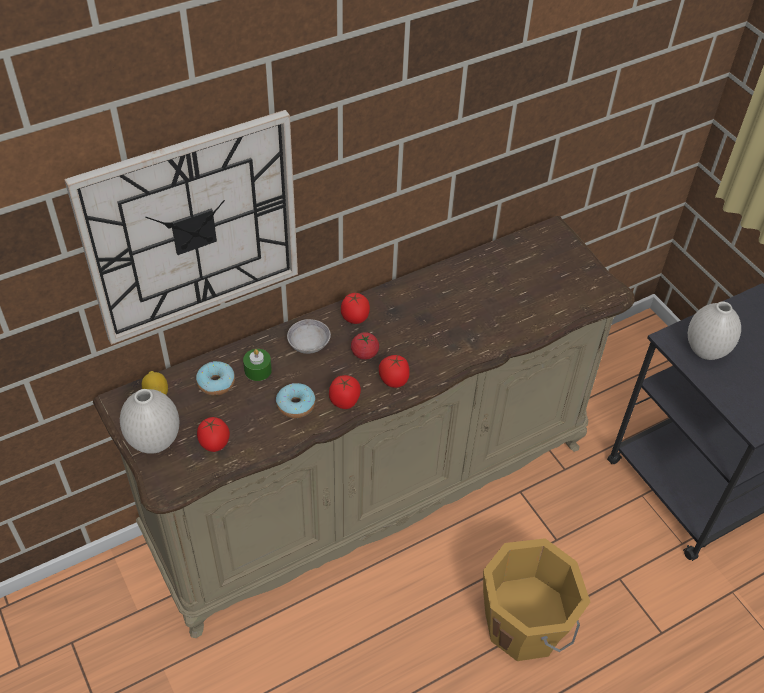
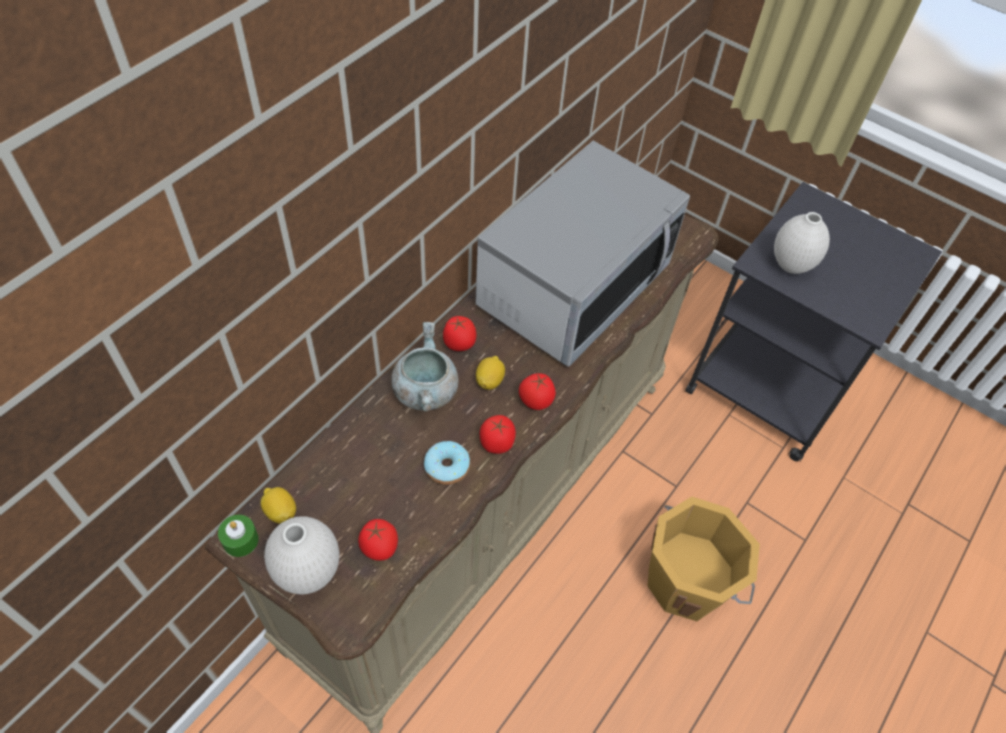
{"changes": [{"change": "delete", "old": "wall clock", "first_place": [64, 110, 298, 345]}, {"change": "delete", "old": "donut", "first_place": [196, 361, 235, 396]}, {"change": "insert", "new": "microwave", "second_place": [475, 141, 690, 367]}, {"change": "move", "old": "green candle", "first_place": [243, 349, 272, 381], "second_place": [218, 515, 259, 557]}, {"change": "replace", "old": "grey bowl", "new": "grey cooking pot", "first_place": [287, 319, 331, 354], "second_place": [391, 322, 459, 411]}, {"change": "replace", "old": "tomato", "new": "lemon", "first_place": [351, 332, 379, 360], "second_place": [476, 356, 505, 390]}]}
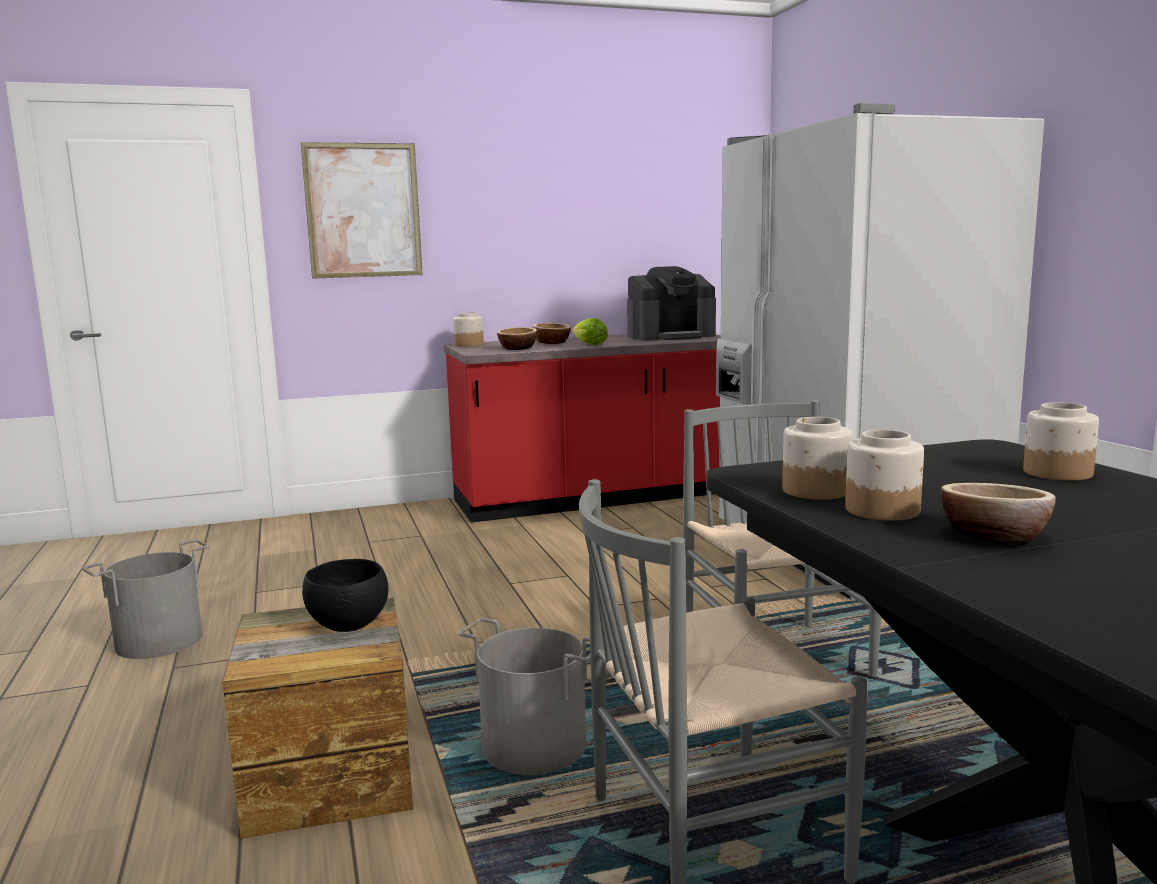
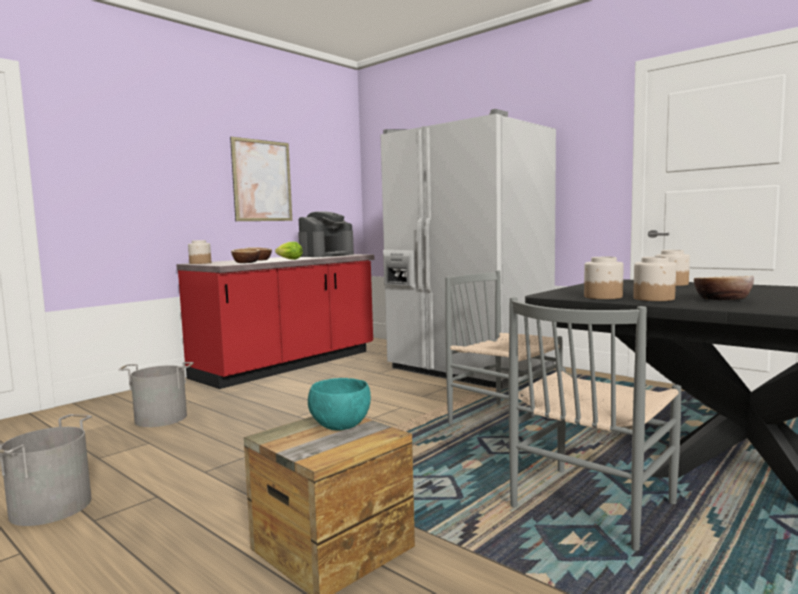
{"changes": [{"change": "move", "old": "picture", "first_place": [301, 142, 423, 279], "second_place": [230, 137, 292, 221]}, {"change": "move", "old": "grey bucket", "first_place": [458, 618, 590, 775], "second_place": [118, 362, 194, 427]}, {"change": "recolor", "old": "black bowl", "new": "turquoise bowl", "first_place": [302, 559, 388, 632], "second_place": [308, 378, 371, 431]}]}
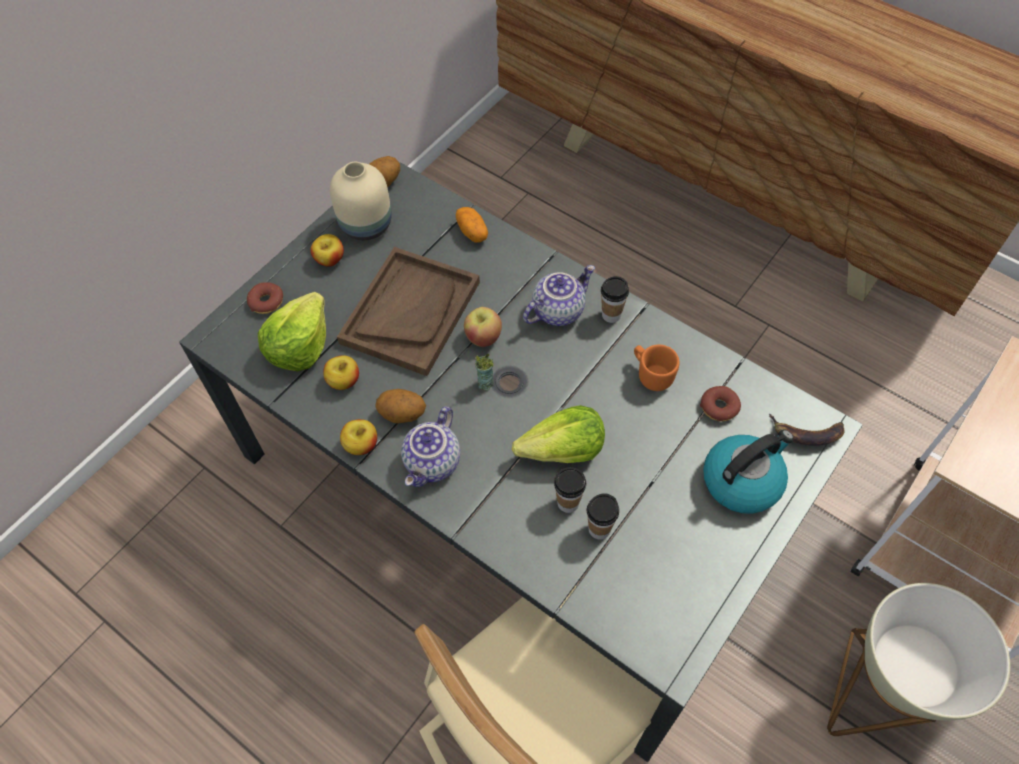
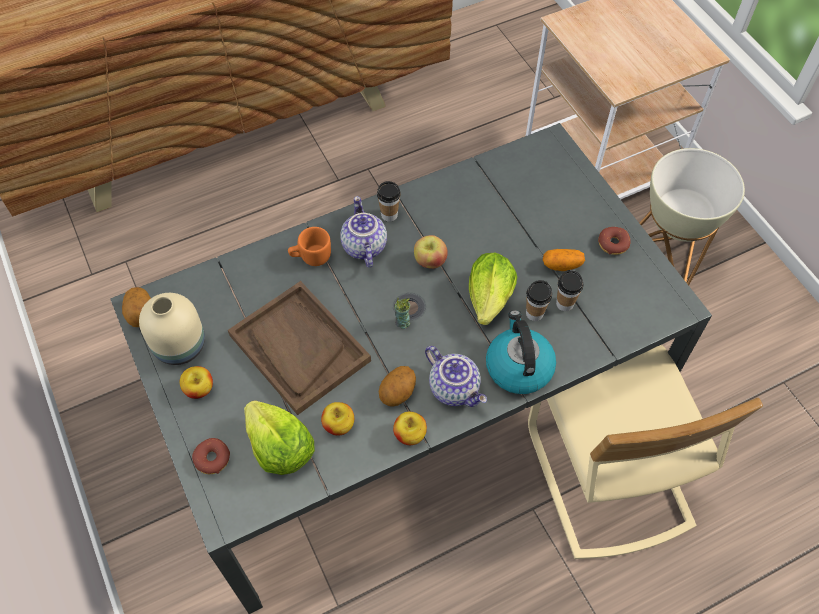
{"changes": [{"change": "delete", "old": "banana", "first_place": [769, 413, 845, 446]}, {"change": "move", "old": "potato", "first_place": [456, 207, 488, 242], "second_place": [543, 249, 585, 271]}, {"change": "move", "old": "apple", "first_place": [464, 307, 502, 347], "second_place": [414, 235, 448, 269]}, {"change": "move", "old": "orange mug", "first_place": [634, 345, 680, 391], "second_place": [288, 227, 331, 266]}, {"change": "move", "old": "donut", "first_place": [700, 386, 741, 421], "second_place": [598, 227, 631, 255]}, {"change": "move", "old": "kettle", "first_place": [703, 429, 794, 514], "second_place": [486, 310, 556, 394]}]}
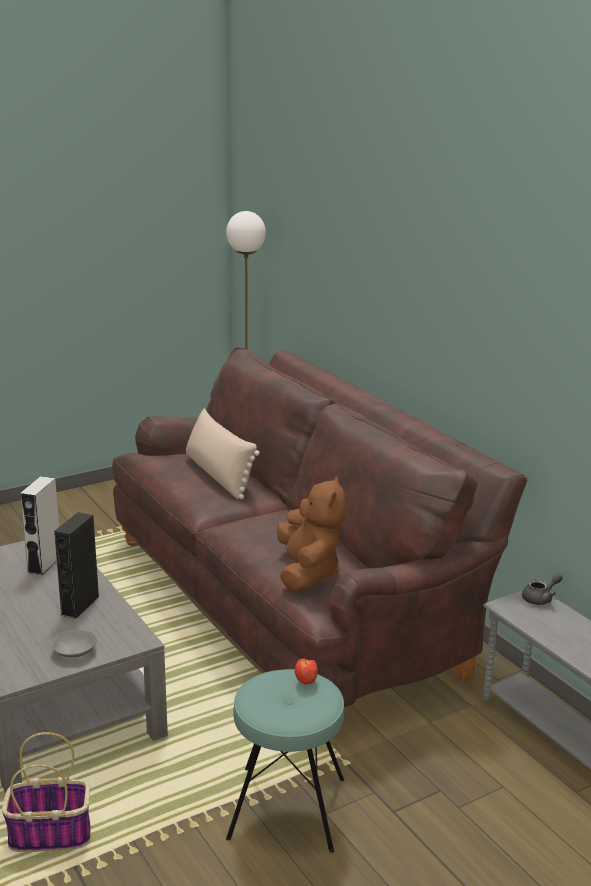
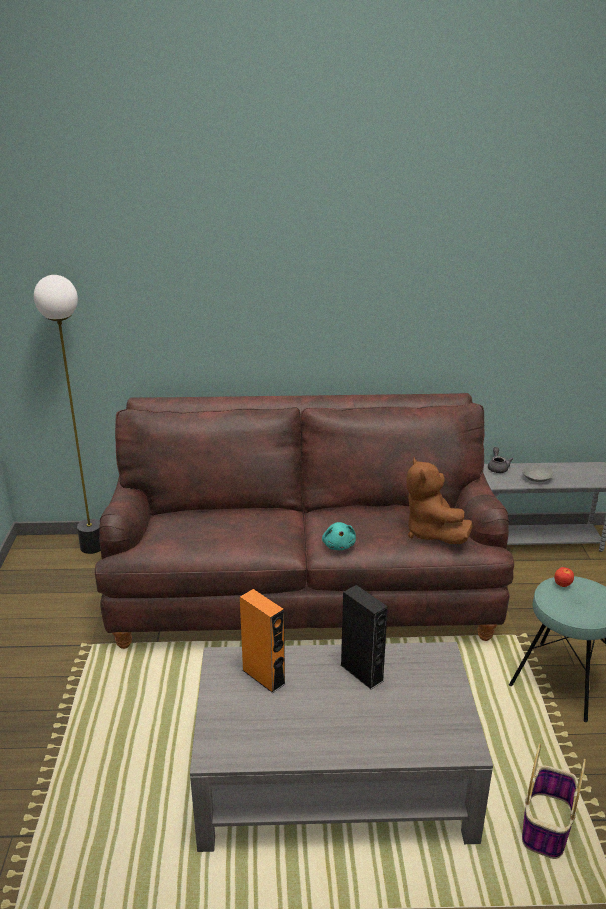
{"changes": [{"change": "delete", "old": "beige pillow", "first_place": [186, 408, 260, 499]}, {"change": "insert", "new": "turquoise plush toy", "second_place": [322, 522, 356, 550]}, {"change": "move", "old": "grey bowl", "first_place": [51, 630, 97, 658], "second_place": [523, 465, 554, 482]}, {"change": "recolor", "old": "grey speaker", "new": "orange speaker", "first_place": [20, 476, 59, 575], "second_place": [240, 589, 285, 693]}, {"change": "rotate", "old": "brown plush toy", "first_place": [277, 476, 346, 592], "second_place": [406, 457, 473, 544], "degrees": -135}]}
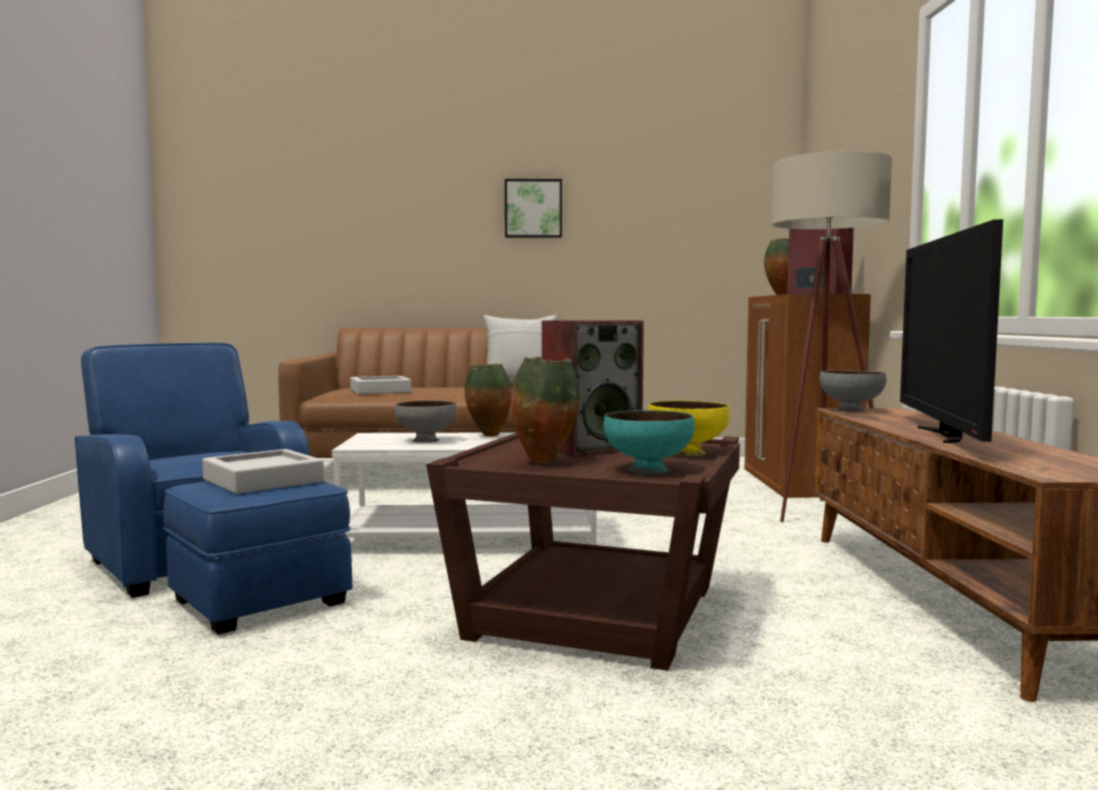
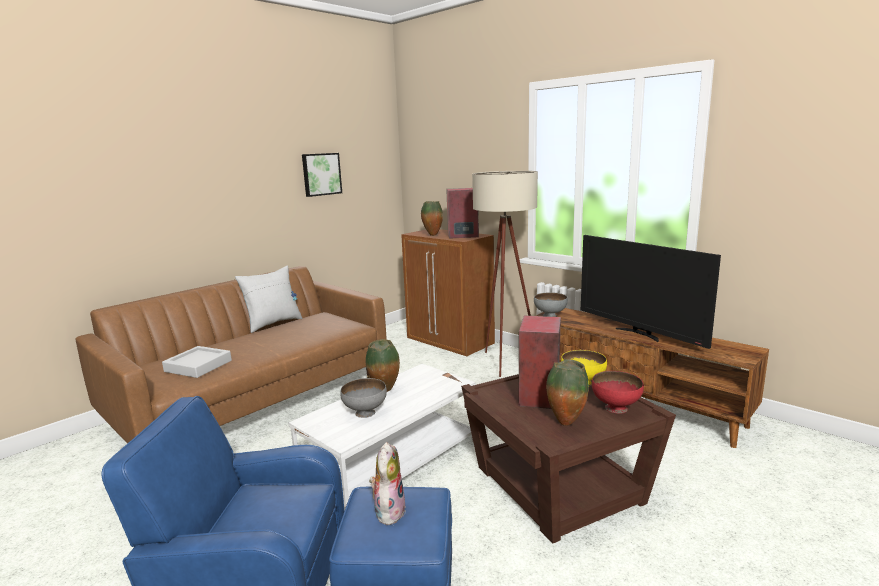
{"changes": [{"change": "move", "old": "picture", "first_place": [505, 179, 562, 238], "second_place": [302, 153, 342, 197]}, {"change": "replace", "old": "grey tray", "new": "plush toy", "first_place": [202, 449, 324, 494], "second_place": [369, 442, 406, 525]}, {"change": "recolor", "old": "turquoise bowl", "new": "red bowl", "first_place": [603, 410, 695, 474], "second_place": [592, 371, 644, 414]}]}
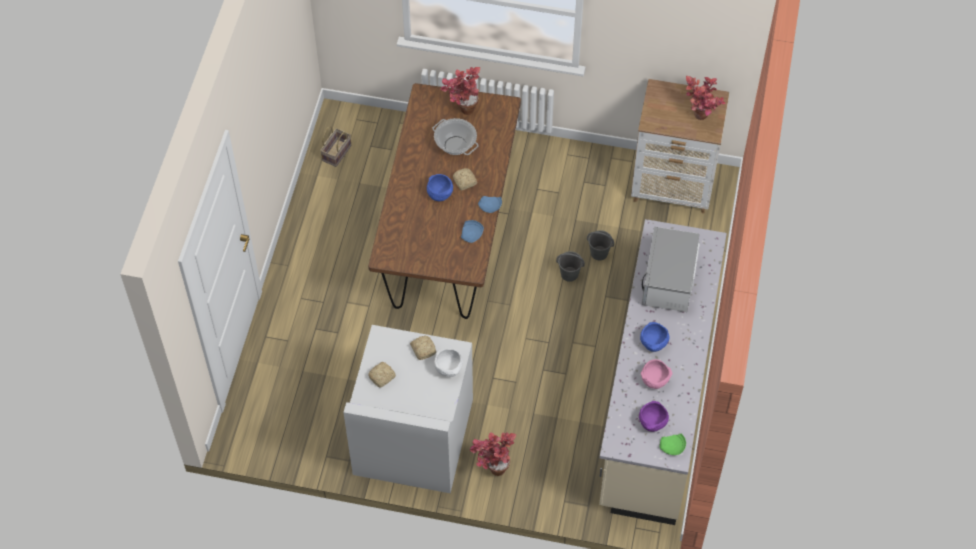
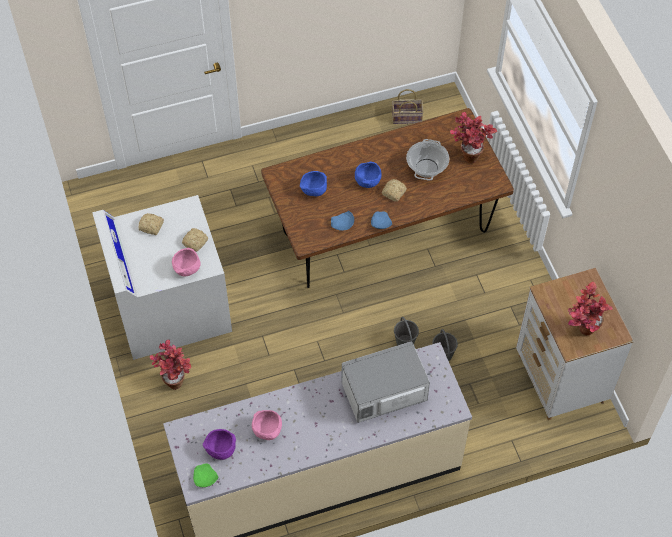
{"changes": [{"change": "move", "old": "blue bowl", "first_place": [640, 322, 669, 352], "second_place": [300, 171, 327, 196]}, {"change": "recolor", "old": "white bowl", "new": "pink bowl", "first_place": [434, 349, 463, 377], "second_place": [172, 248, 201, 276]}]}
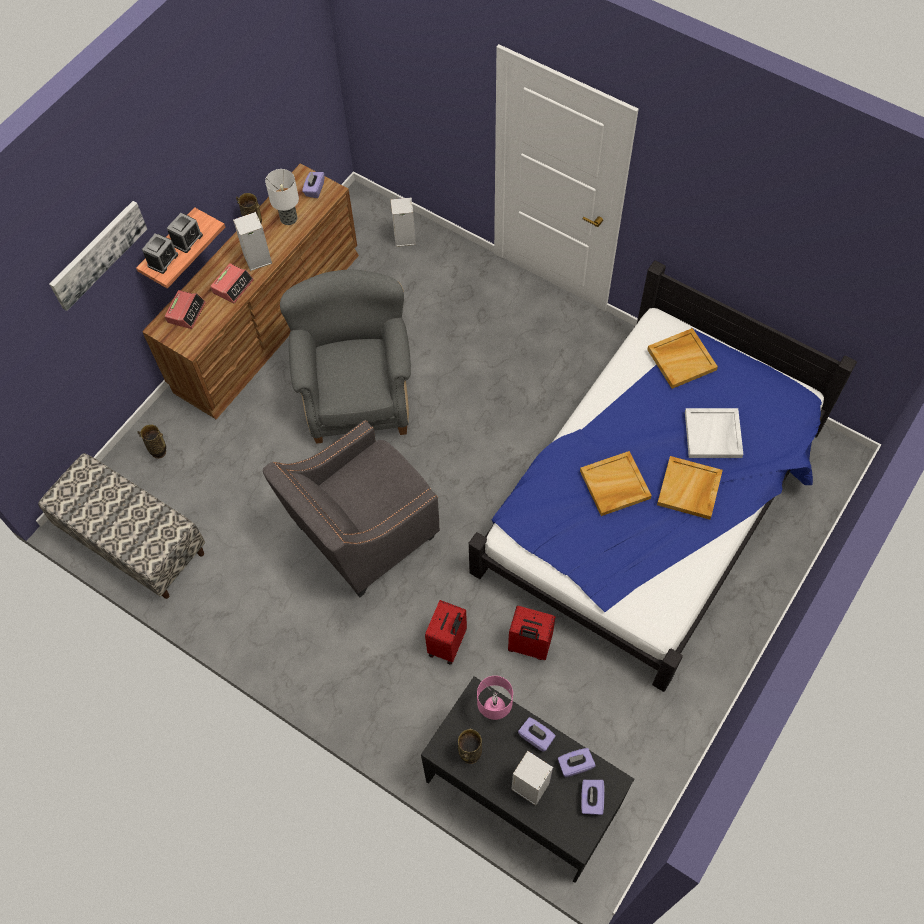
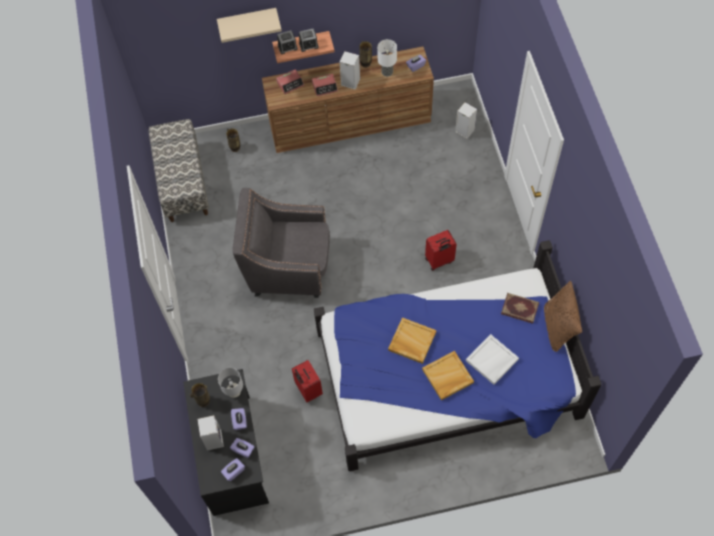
{"changes": [{"change": "delete", "old": "grey armchair", "first_place": [280, 270, 411, 444]}, {"change": "insert", "new": "brown pillow", "second_place": [544, 281, 582, 352]}, {"change": "move", "old": "red suitcase", "first_place": [425, 600, 467, 665], "second_place": [425, 230, 457, 271]}, {"change": "replace", "old": "picture", "new": "beige shelf", "first_place": [49, 201, 147, 311], "second_place": [217, 8, 282, 43]}, {"change": "replace", "old": "beige tray", "new": "book", "first_place": [647, 328, 718, 389], "second_place": [501, 293, 539, 324]}, {"change": "recolor", "old": "pink table lamp", "new": "grey table lamp", "first_place": [477, 676, 513, 720], "second_place": [218, 368, 243, 398]}]}
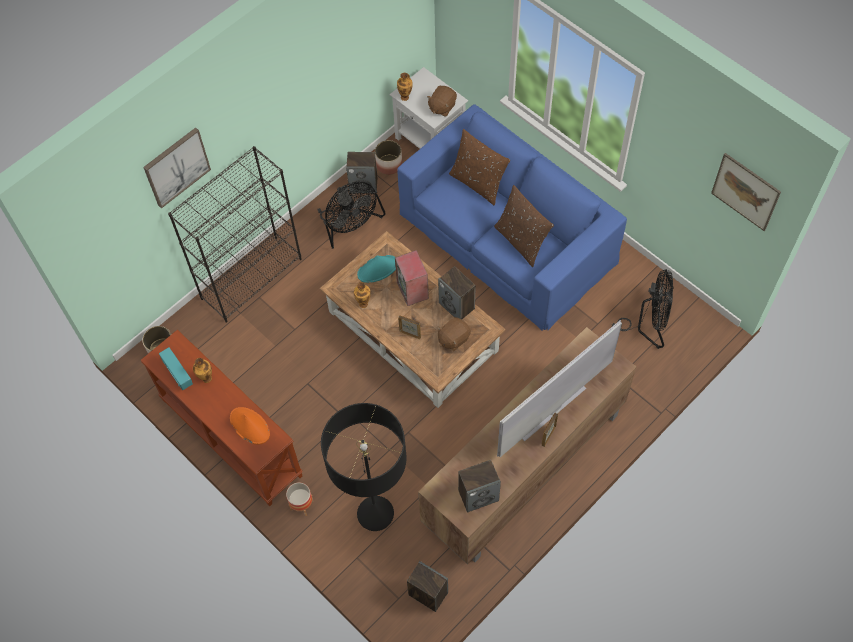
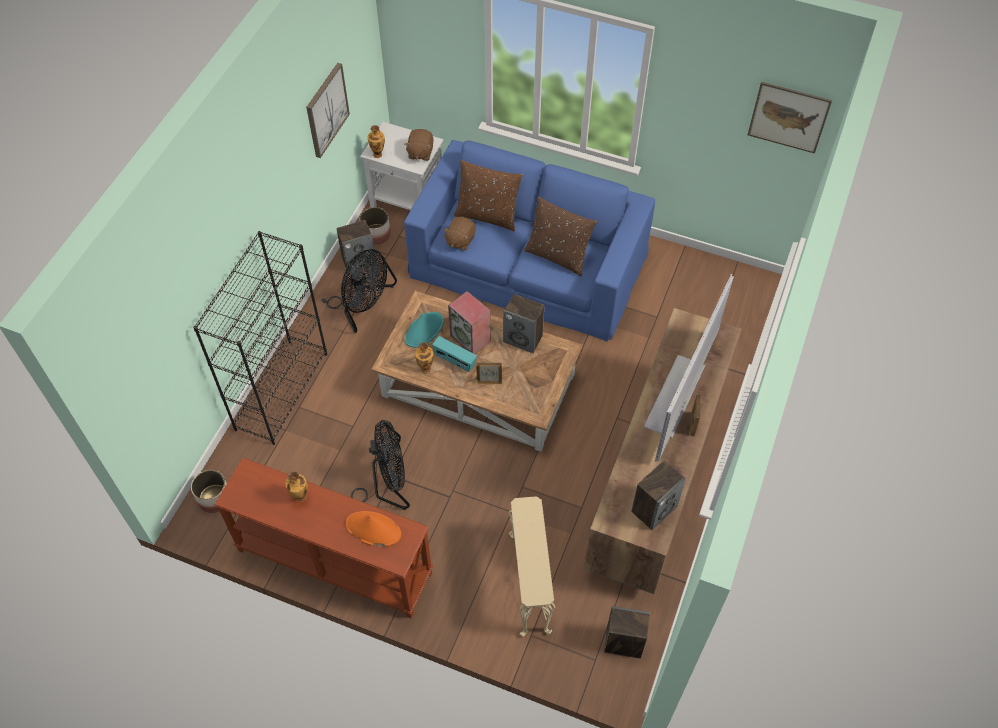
{"changes": [{"change": "delete", "old": "planter", "first_place": [286, 482, 314, 516]}, {"change": "move", "old": "picture", "first_place": [143, 128, 211, 209], "second_place": [306, 63, 350, 158]}, {"change": "move", "old": "radio", "first_place": [159, 347, 193, 390], "second_place": [432, 336, 477, 372]}, {"change": "move", "old": "brown plush toy", "first_place": [438, 317, 471, 351], "second_place": [443, 217, 476, 250]}, {"change": "move", "old": "black fan", "first_place": [612, 269, 674, 349], "second_place": [351, 420, 410, 511]}, {"change": "replace", "old": "black floor lamp", "new": "beige side table", "first_place": [321, 403, 406, 531], "second_place": [509, 496, 555, 637]}]}
